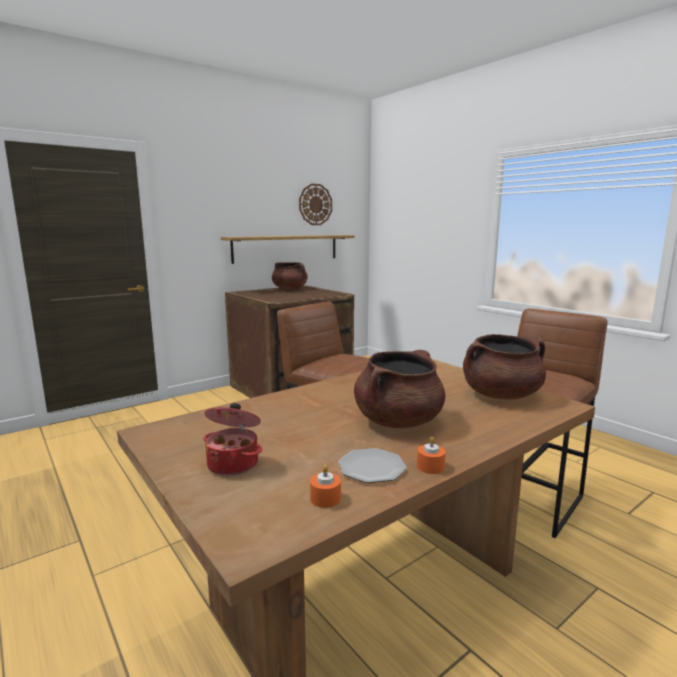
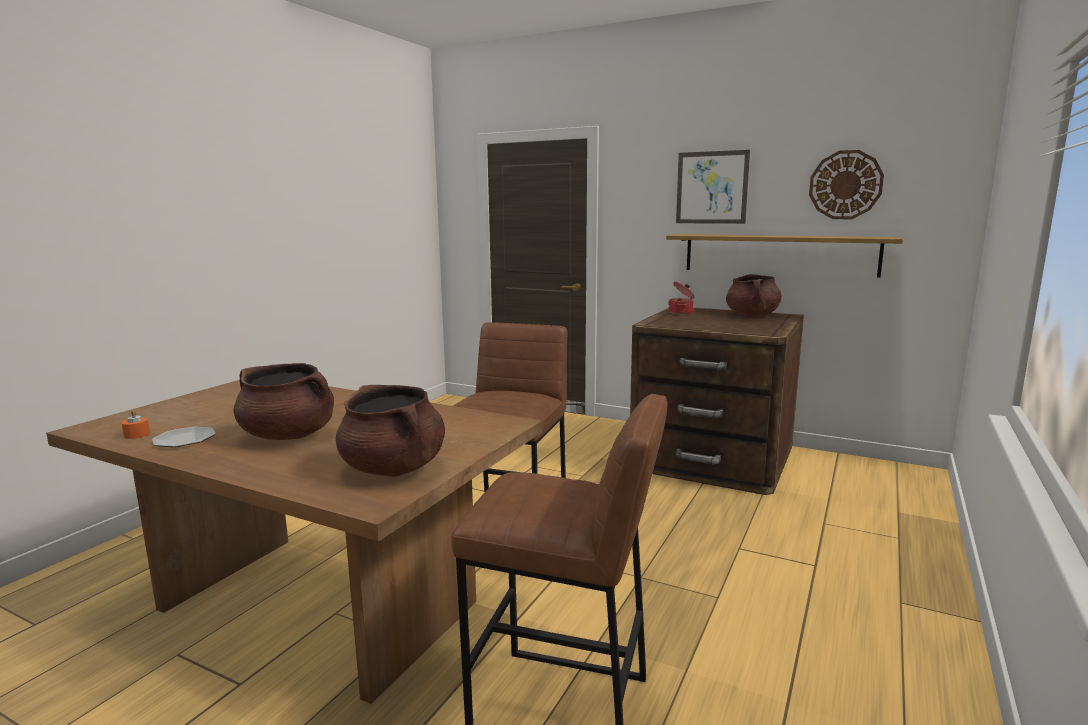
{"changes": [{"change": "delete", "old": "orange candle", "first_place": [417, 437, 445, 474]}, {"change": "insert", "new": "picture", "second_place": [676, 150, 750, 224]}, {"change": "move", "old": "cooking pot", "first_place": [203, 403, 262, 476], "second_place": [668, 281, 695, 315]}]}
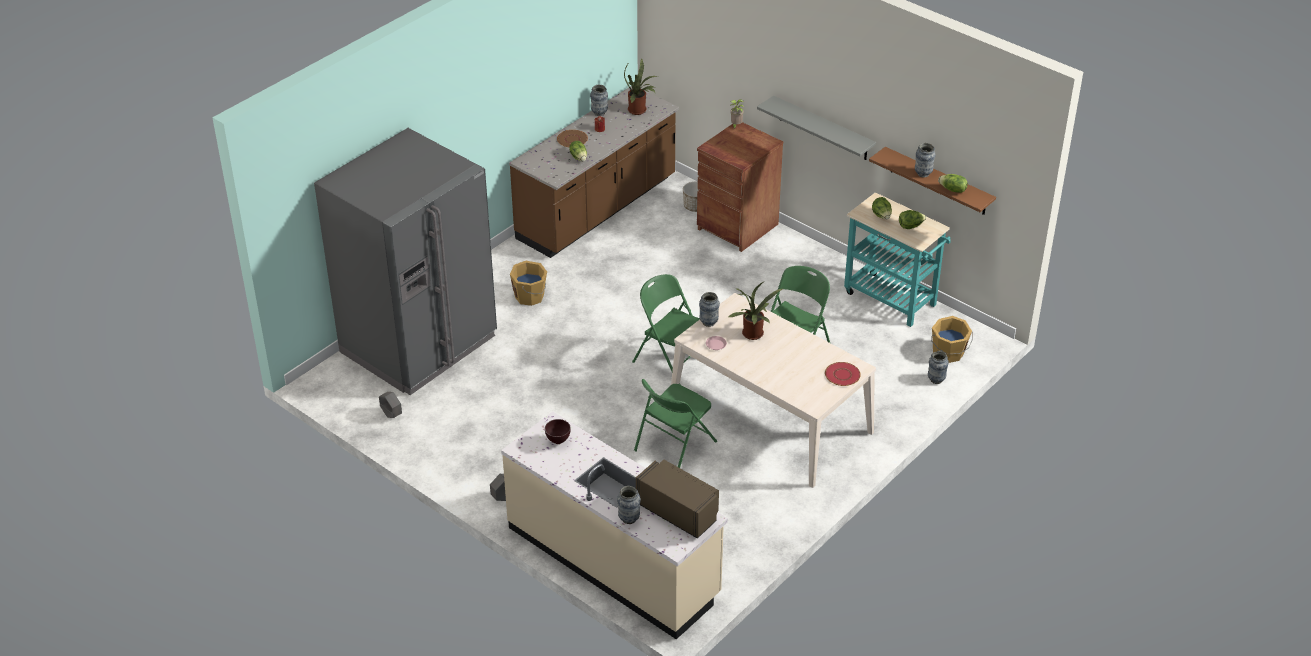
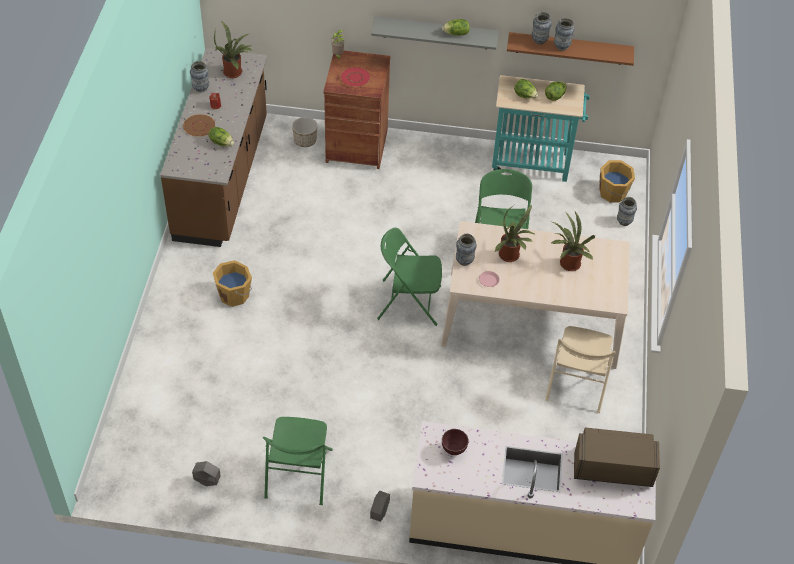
{"changes": [{"change": "delete", "old": "grey fridge", "first_place": [314, 128, 497, 395]}, {"change": "insert", "new": "beige chair", "second_place": [545, 326, 616, 413]}, {"change": "insert", "new": "potted plant", "second_place": [551, 211, 595, 271]}, {"change": "move", "old": "vase", "first_place": [617, 486, 641, 524], "second_place": [532, 12, 552, 44]}, {"change": "move", "old": "green chair", "first_place": [634, 379, 717, 468], "second_place": [263, 417, 333, 505]}, {"change": "move", "old": "red plate", "first_place": [825, 362, 861, 386], "second_place": [340, 67, 371, 88]}, {"change": "move", "old": "lettuce", "first_place": [938, 174, 968, 193], "second_place": [442, 19, 470, 36]}]}
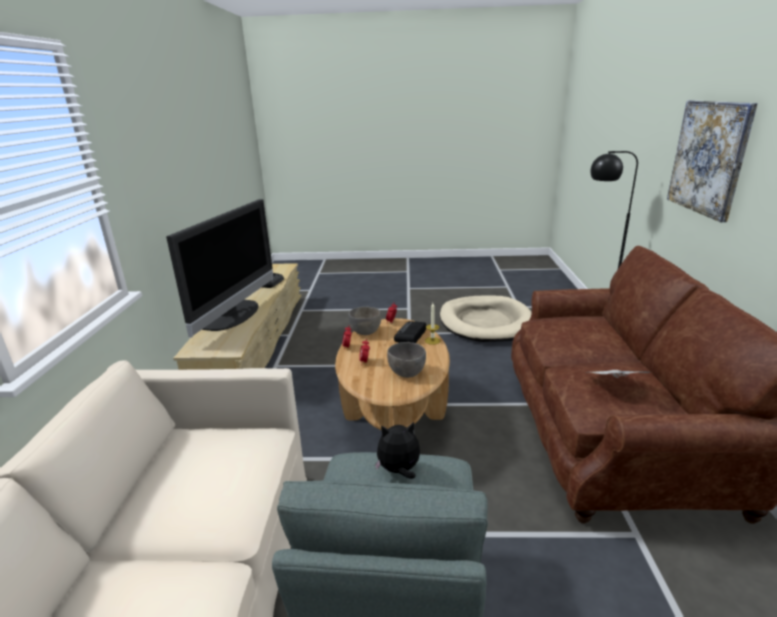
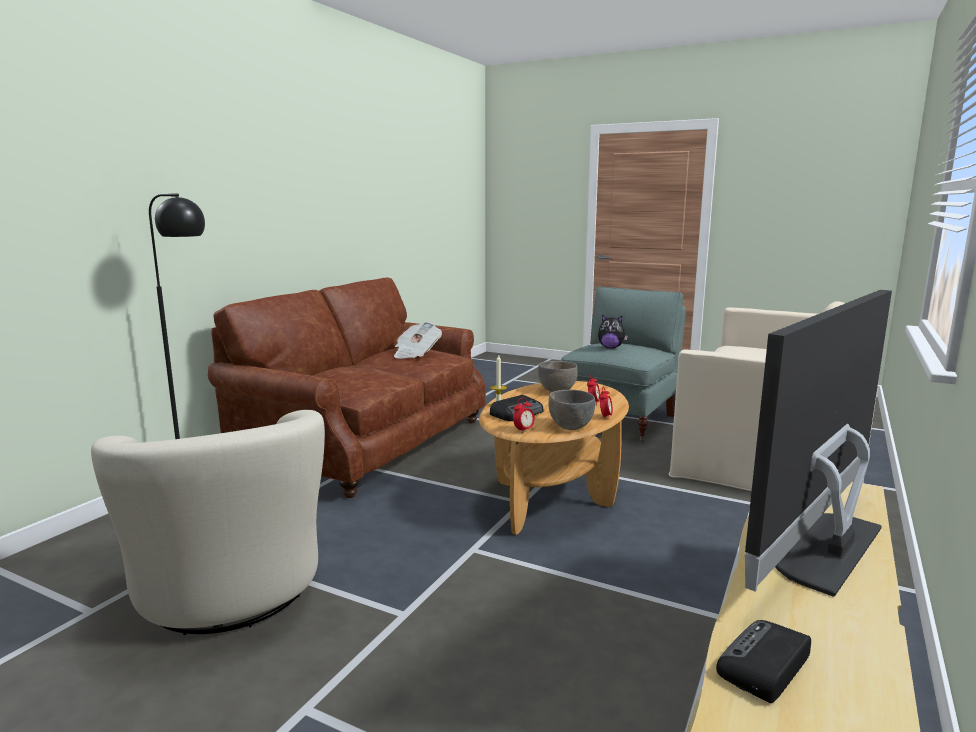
{"changes": [{"change": "delete", "old": "picture", "first_place": [667, 100, 758, 222]}, {"change": "replace", "old": "beige dog bed", "new": "beige armchair", "first_place": [440, 295, 532, 342], "second_place": [91, 410, 325, 635]}]}
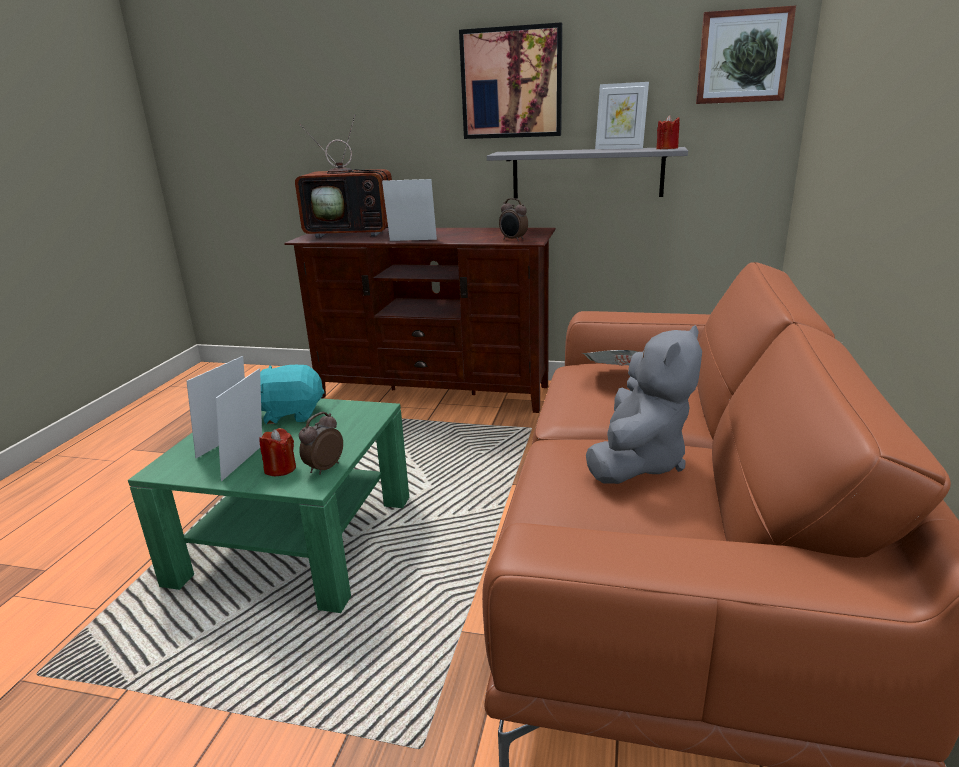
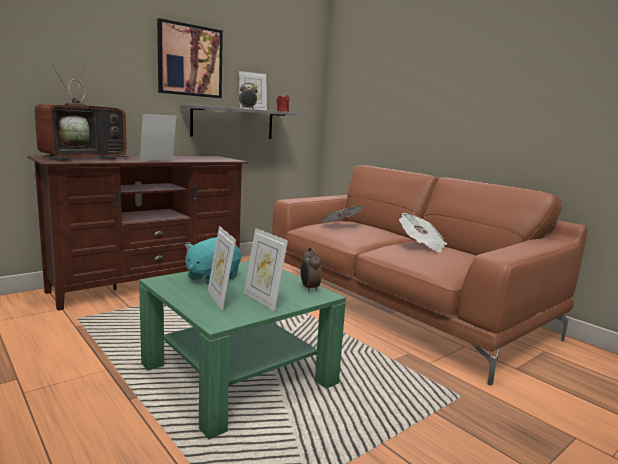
{"changes": [{"change": "delete", "old": "red candle", "first_place": [259, 428, 296, 476]}, {"change": "delete", "old": "picture", "first_place": [696, 5, 796, 104]}, {"change": "move", "old": "alarm clock", "first_place": [499, 198, 528, 241], "second_place": [239, 83, 258, 109]}, {"change": "replace", "old": "grey plush toy", "new": "newspaper", "first_place": [586, 325, 702, 484], "second_place": [399, 213, 447, 252]}]}
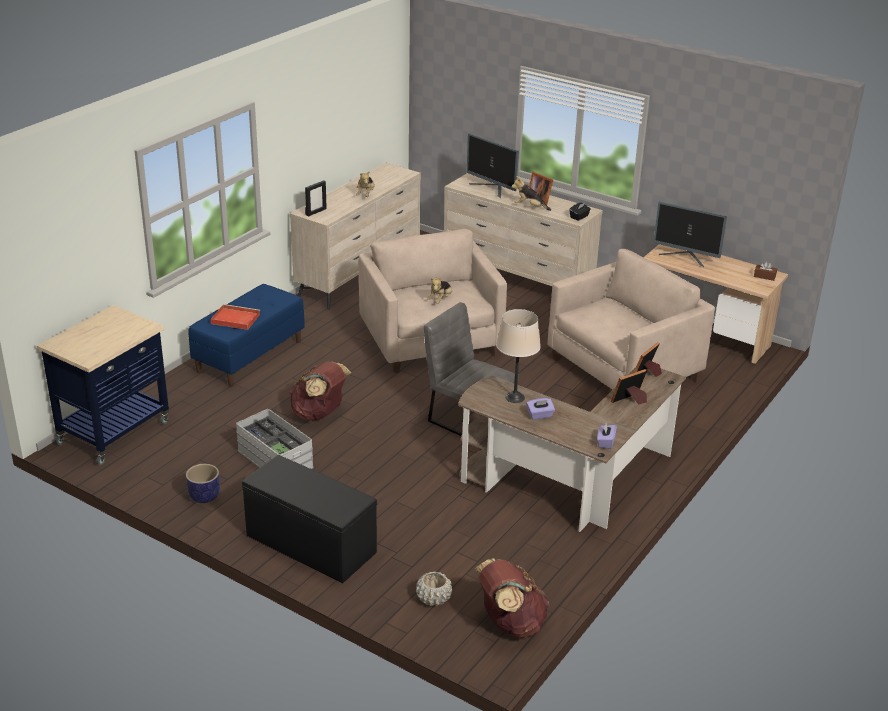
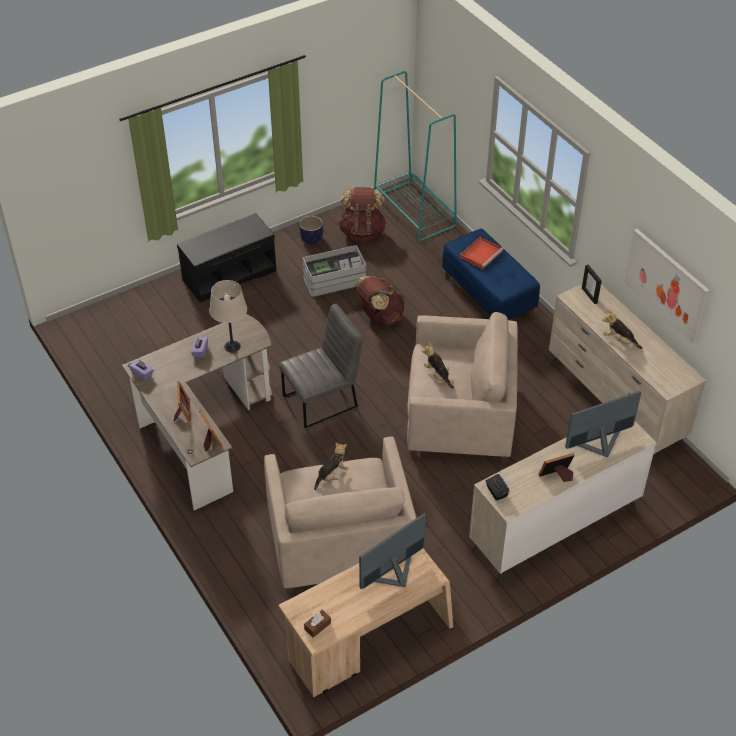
{"changes": [{"change": "delete", "old": "beige planter", "first_place": [416, 572, 452, 606]}, {"change": "insert", "new": "picture", "second_place": [624, 229, 709, 344]}, {"change": "move", "old": "brown backpack", "first_place": [475, 558, 550, 638], "second_place": [338, 187, 387, 241]}, {"change": "move", "old": "plush toy", "first_place": [512, 176, 551, 211], "second_place": [314, 442, 348, 490]}, {"change": "replace", "old": "blue cart", "new": "turquoise clothes rack", "first_place": [37, 305, 169, 465], "second_place": [374, 71, 457, 241]}]}
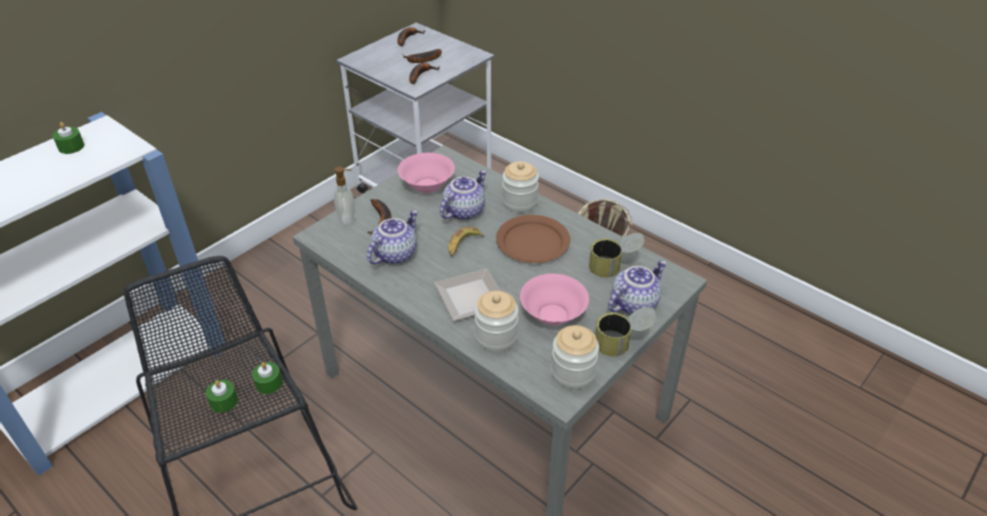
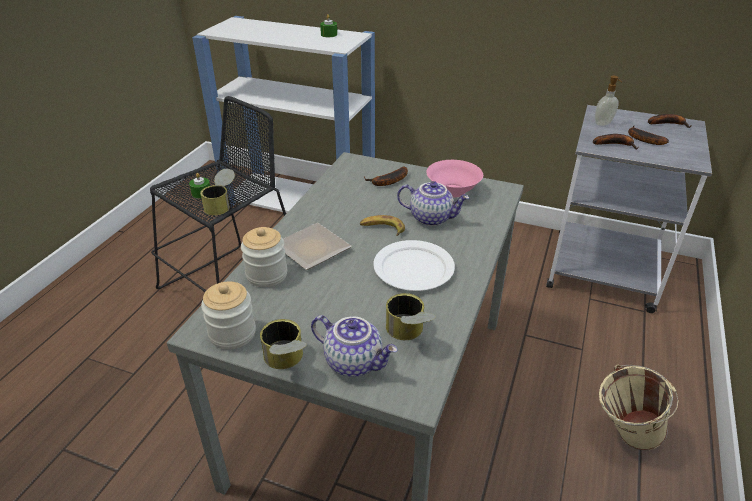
{"changes": [{"change": "delete", "old": "teapot", "first_place": [367, 210, 418, 264]}, {"change": "delete", "old": "jar", "first_place": [502, 162, 539, 213]}, {"change": "delete", "old": "pink bowl", "first_place": [520, 274, 589, 326]}, {"change": "move", "old": "soap dispenser", "first_place": [334, 167, 355, 225], "second_place": [595, 76, 622, 126]}, {"change": "replace", "old": "green candle", "new": "can", "first_place": [252, 362, 283, 394], "second_place": [200, 168, 235, 215]}, {"change": "recolor", "old": "brown plate", "new": "white plate", "first_place": [496, 215, 570, 263], "second_place": [373, 240, 455, 291]}]}
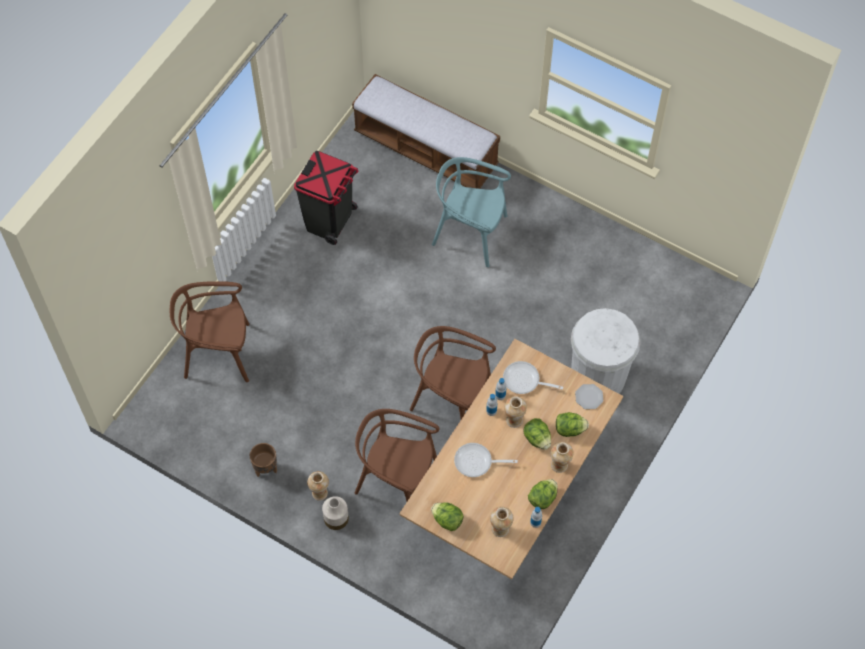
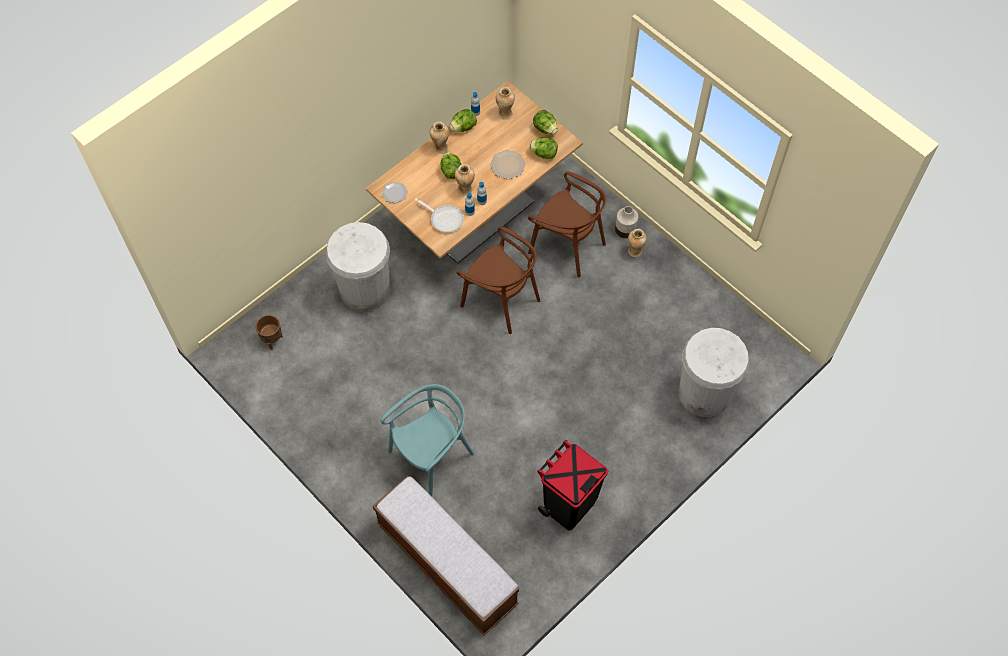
{"changes": [{"change": "move", "old": "brown planter", "first_place": [250, 443, 277, 477], "second_place": [256, 315, 283, 350]}, {"change": "move", "old": "lettuce", "first_place": [556, 412, 589, 437], "second_place": [529, 137, 558, 159]}, {"change": "replace", "old": "brown chair", "new": "white trash can", "first_place": [170, 281, 250, 382], "second_place": [679, 328, 749, 417]}, {"change": "replace", "old": "frying pan", "new": "plate", "first_place": [454, 443, 518, 477], "second_place": [490, 150, 526, 179]}, {"change": "rotate", "old": "turquoise chair", "first_place": [432, 157, 511, 267], "second_place": [381, 384, 474, 496], "degrees": -75}]}
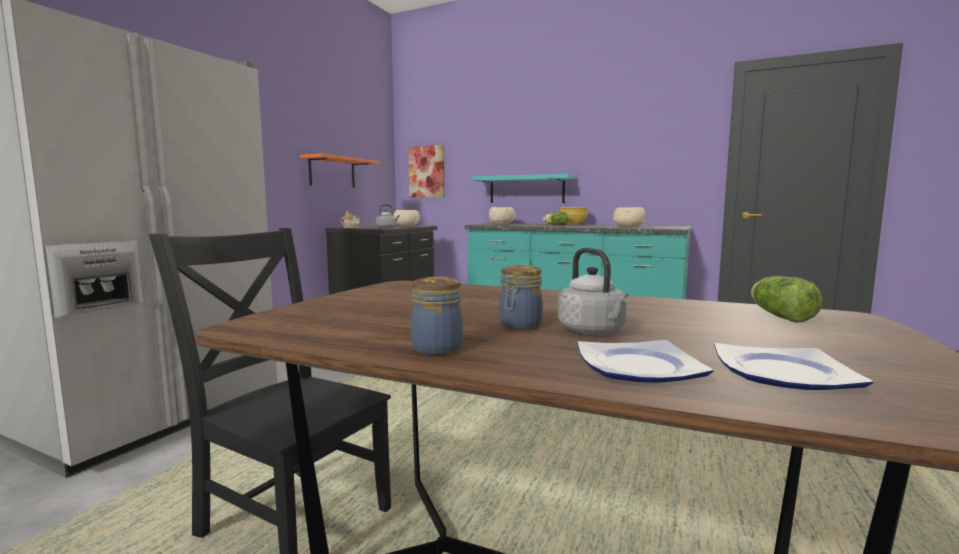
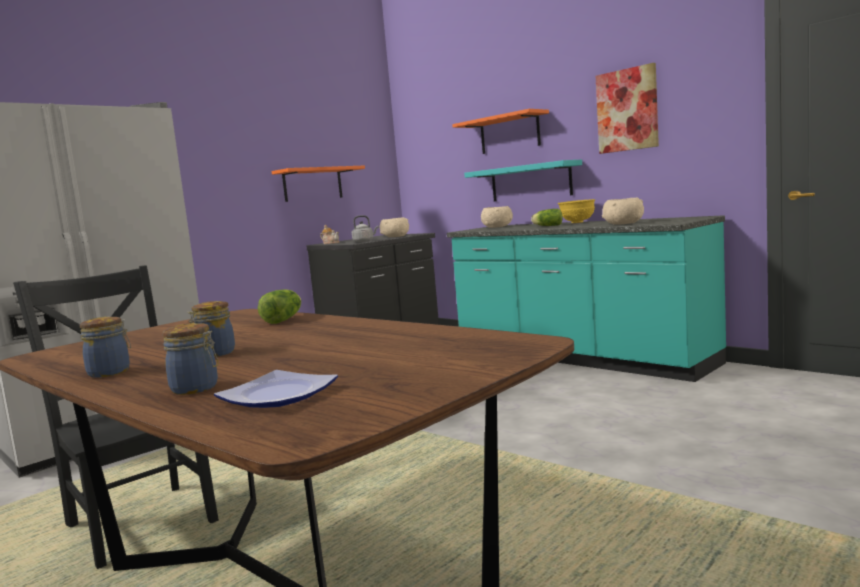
{"changes": [{"change": "delete", "old": "grey kettle", "first_place": [558, 248, 630, 334]}, {"change": "insert", "new": "orange shelf", "second_place": [452, 109, 549, 154]}, {"change": "move", "old": "picture", "first_place": [408, 145, 445, 198], "second_place": [596, 63, 659, 154]}, {"change": "move", "old": "lettuce", "first_place": [751, 276, 823, 323], "second_place": [258, 289, 301, 324]}, {"change": "replace", "old": "plate", "new": "jar", "first_place": [577, 340, 714, 383], "second_place": [162, 323, 219, 395]}]}
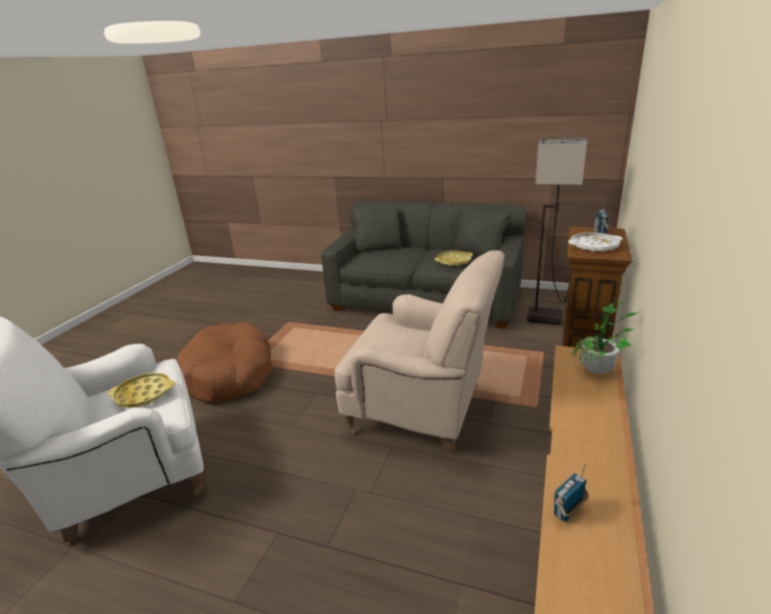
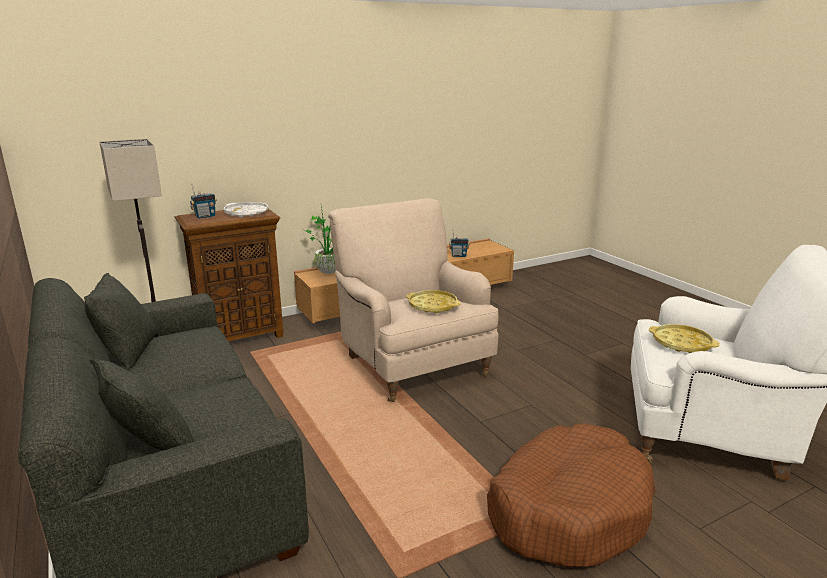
{"changes": [{"change": "move", "old": "yellow tray", "first_place": [434, 251, 473, 266], "second_place": [406, 290, 461, 313]}]}
